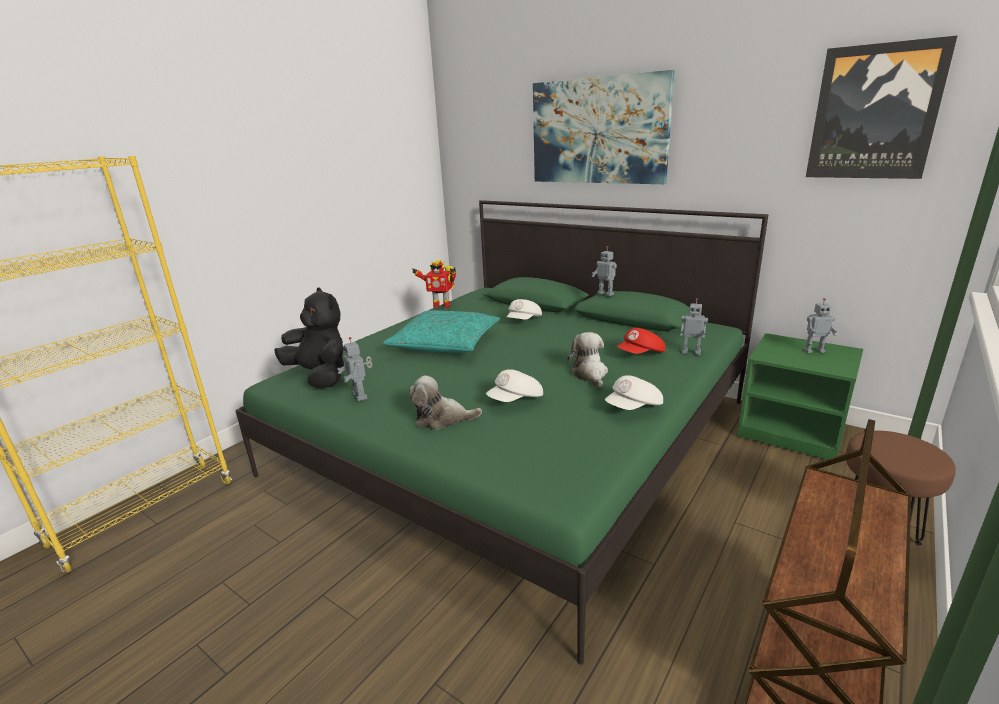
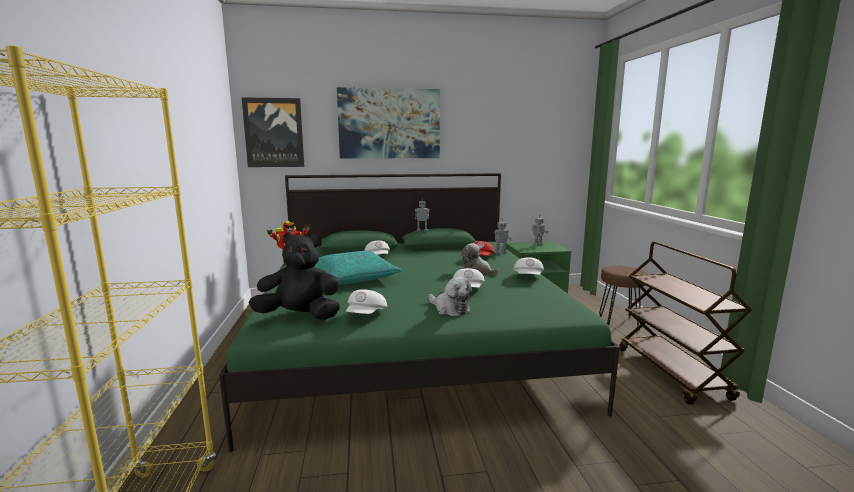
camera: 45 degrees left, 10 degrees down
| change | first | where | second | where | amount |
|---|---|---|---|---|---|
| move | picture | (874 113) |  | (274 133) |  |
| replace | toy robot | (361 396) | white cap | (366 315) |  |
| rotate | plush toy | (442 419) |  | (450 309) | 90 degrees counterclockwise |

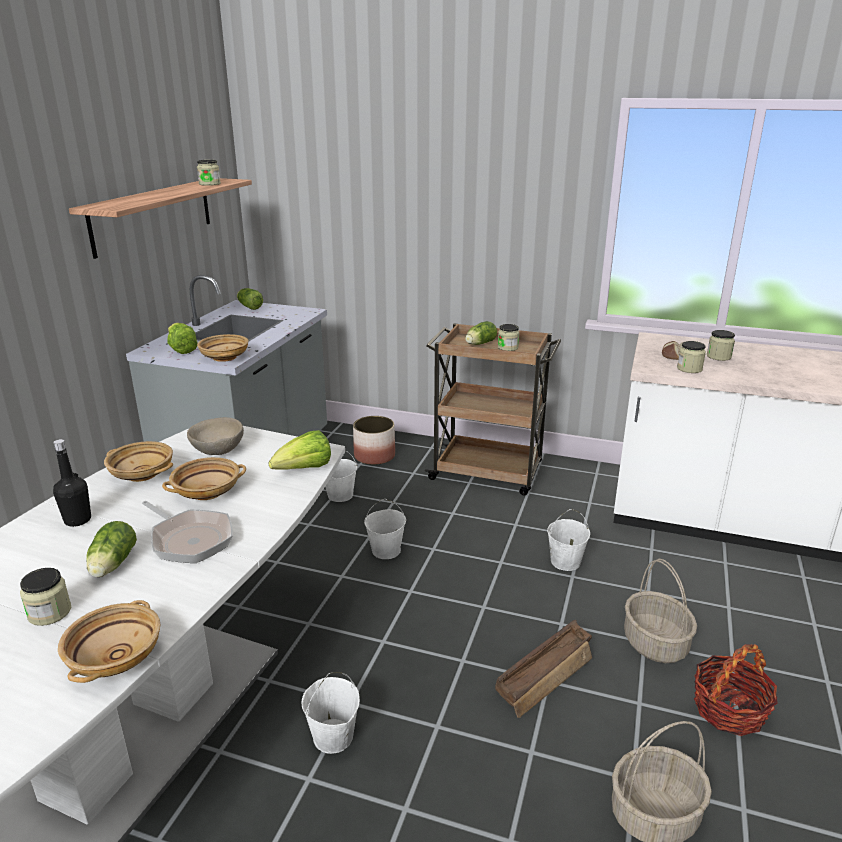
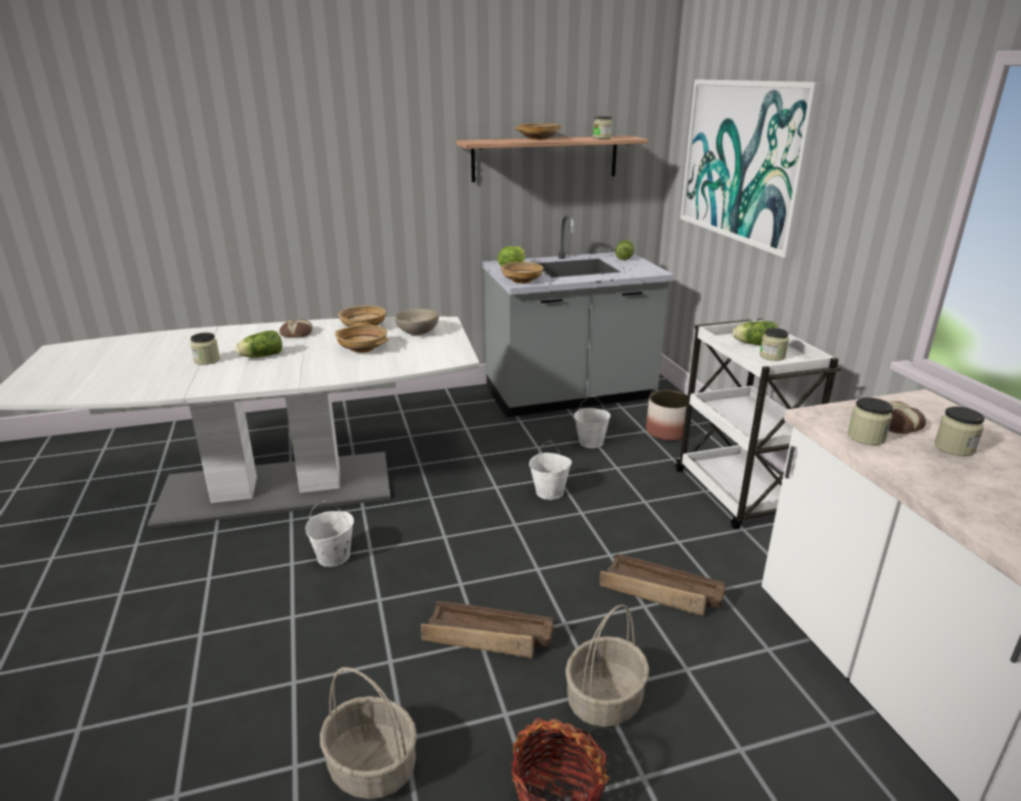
camera: 55 degrees right, 0 degrees up
| change | first | where | second | where | amount |
|---|---|---|---|---|---|
| replace | black bottle | (78 520) | bread | (297 333) |  |
| move | beige bowl | (115 657) |  | (538 139) |  |
| replace | white bucket | (565 561) | crate | (661 593) |  |
| recolor | brown cart | (488 473) | white cart | (737 494) |  |
| insert |  |  | picture | (744 161) |  |
| delete | frying pan | (189 539) |  |  |  |
| delete | lettuce | (304 470) |  |  |  |

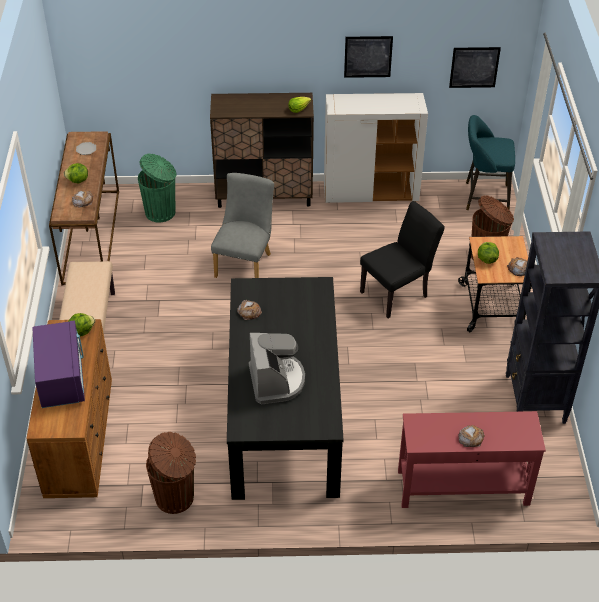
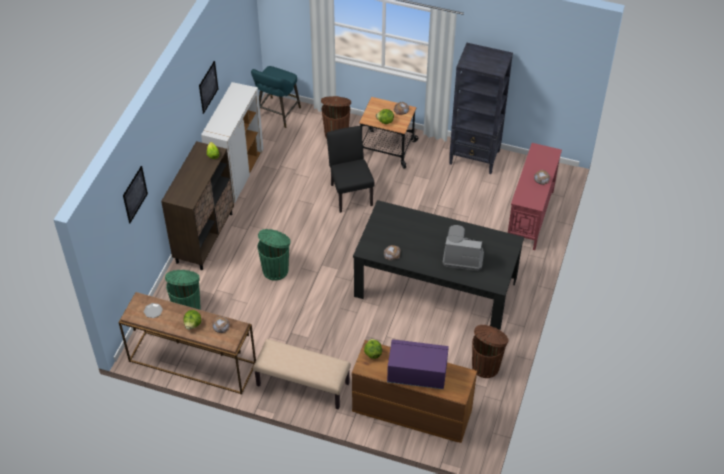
camera: 70 degrees left, 5 degrees up
| change | first | where | second | where | amount |
|---|---|---|---|---|---|
| move | picture | (474 67) |  | (135 194) |  |
| replace | grey chair | (245 263) | green trash can | (276 269) |  |

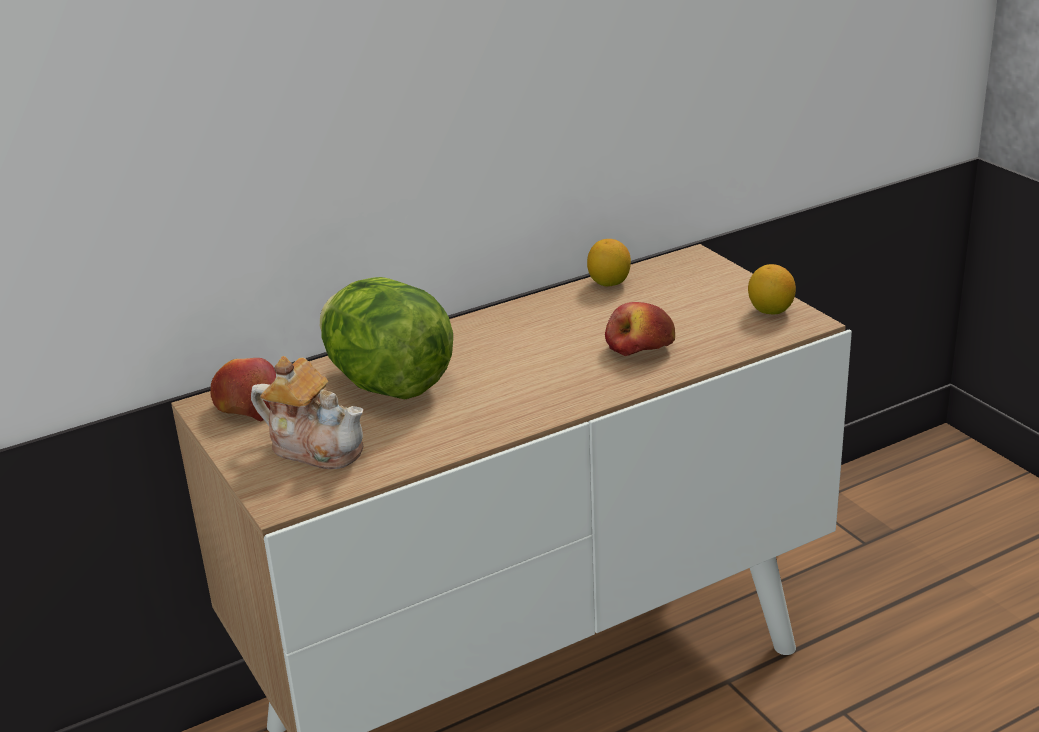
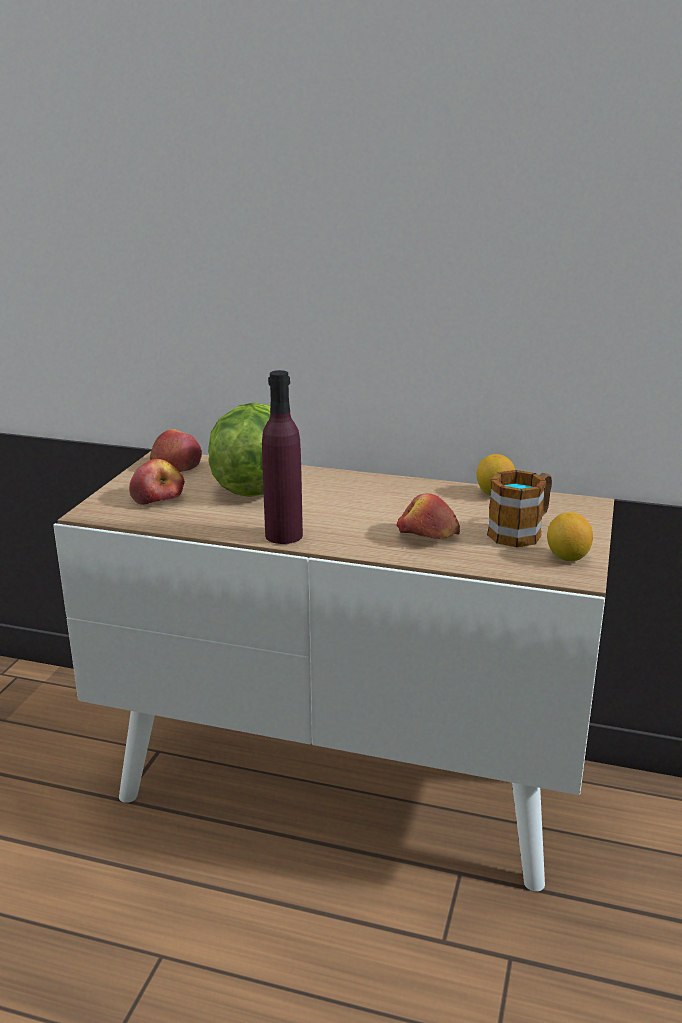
camera: 45 degrees right, 5 degrees down
| change | first | where | second | where | amount |
|---|---|---|---|---|---|
| replace | teapot | (316 447) | apple | (157 497) |  |
| insert |  |  | purple bottle | (284 535) |  |
| insert |  |  | mug | (521 531) |  |

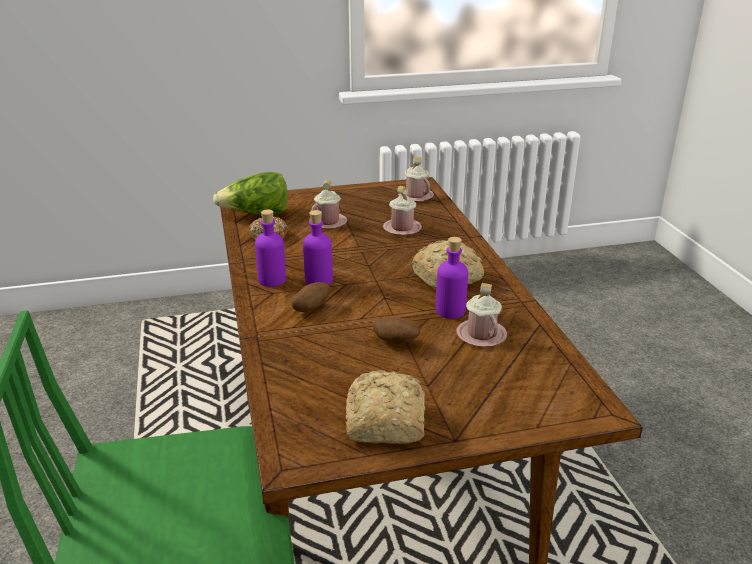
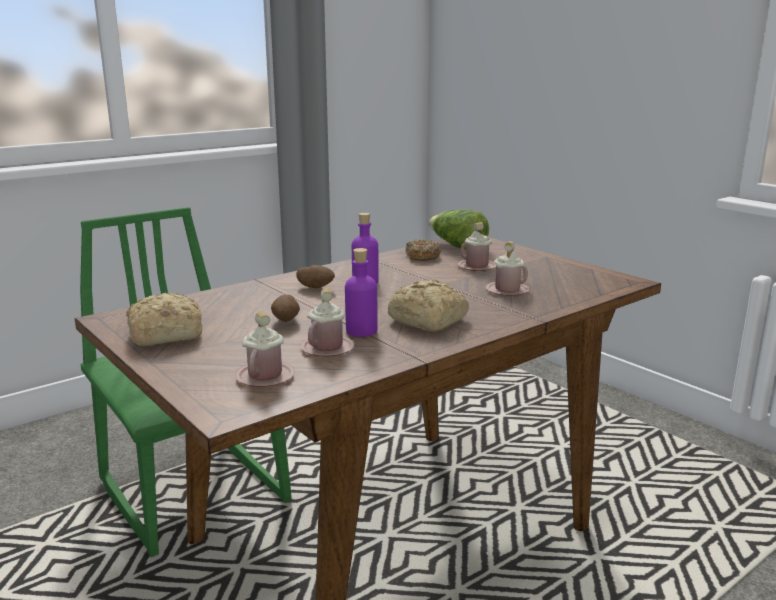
camera: 65 degrees right, 10 degrees down
| change | first | where | second | where | amount |
|---|---|---|---|---|---|
| move | pink mug | (416 196) |  | (265 377) |  |
| delete | purple bottle | (272 280) |  |  |  |

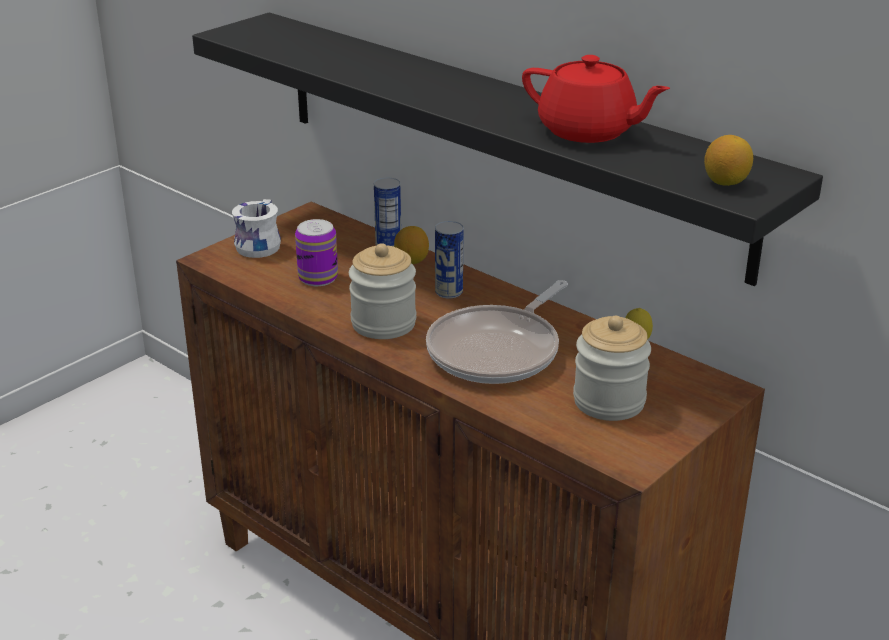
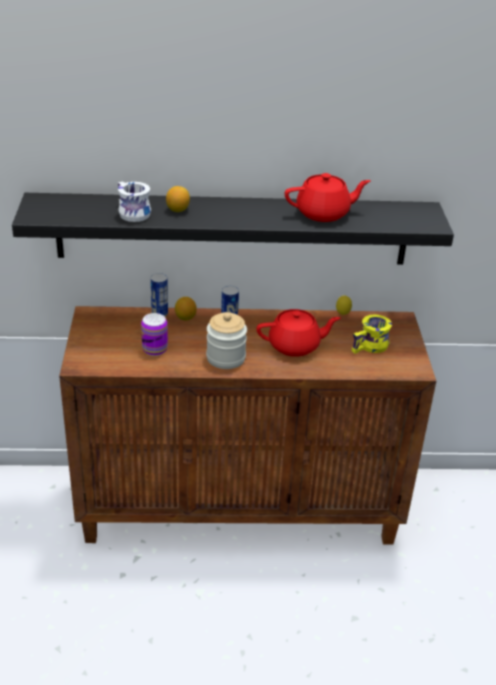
camera: 45 degrees left, 5 degrees up
| change | first | where | second | where | amount |
|---|---|---|---|---|---|
| move | white mug | (256 244) |  | (130 213) |  |
| move | lemon | (725 182) |  | (177 210) |  |
| replace | frying pan | (498 351) | red teapot | (295 346) |  |
| replace | jar | (609 401) | yellow mug | (371 347) |  |

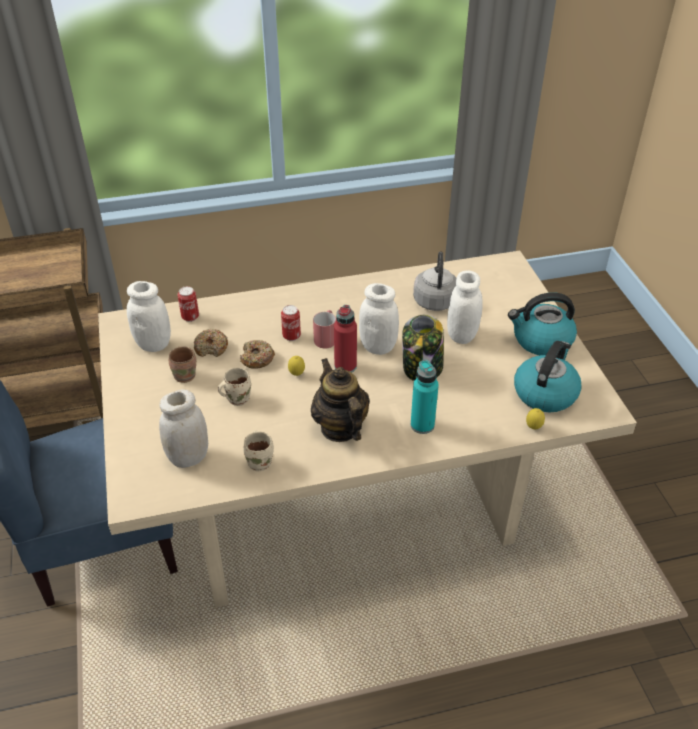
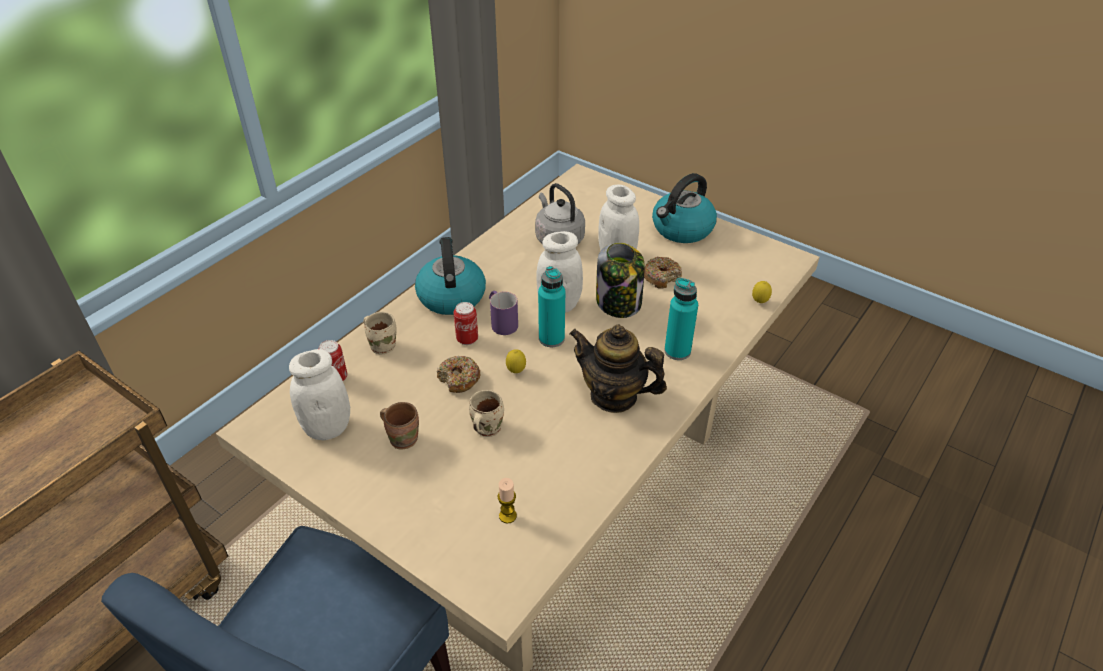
camera: 40 degrees left, 0 degrees up
| change | first | where | second | where | amount |
|---|---|---|---|---|---|
| move | beige mug | (261 462) |  | (383 345) |  |
| move | kettle | (545 392) |  | (451 296) |  |
| recolor | red mug | (326 337) | purple mug | (501 322) |  |
| replace | white jar | (188 457) | candle | (507 516) |  |
| recolor | red bottle | (345 366) | turquoise bottle | (551 338) |  |
| move | donut | (211 348) |  | (661 277) |  |

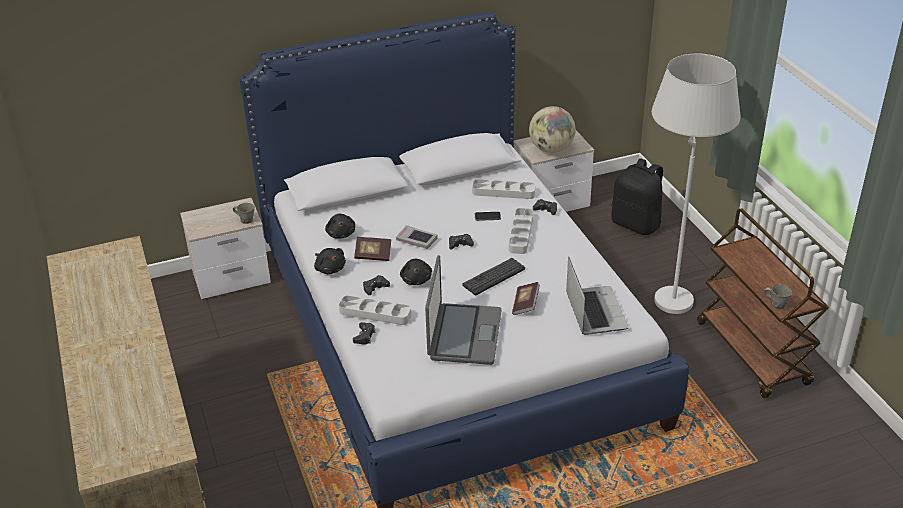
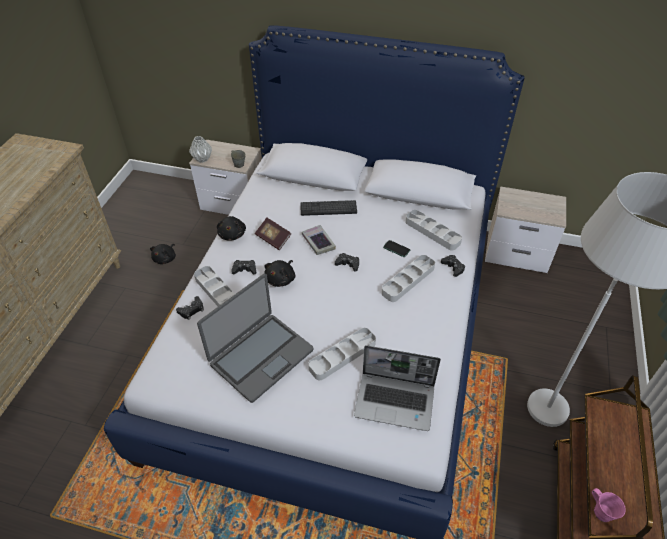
camera: 35 degrees right, 10 degrees up
| change | first | where | second | where | amount |
|---|---|---|---|---|---|
| move | black plush toy | (341 234) |  | (165 258) |  |
| insert |  |  | grey vase | (202 159) |  |
| move | keyboard | (494 277) |  | (328 208) |  |
| replace | book | (525 305) | grey tray | (342 356) |  |
| rotate | laptop | (594 311) |  | (395 401) | 75 degrees clockwise |
| recolor | grey mug | (776 304) | pink mug | (602 511) |  |
| delete | globe | (551 149) |  |  |  |
| delete | black backpack | (637 224) |  |  |  |

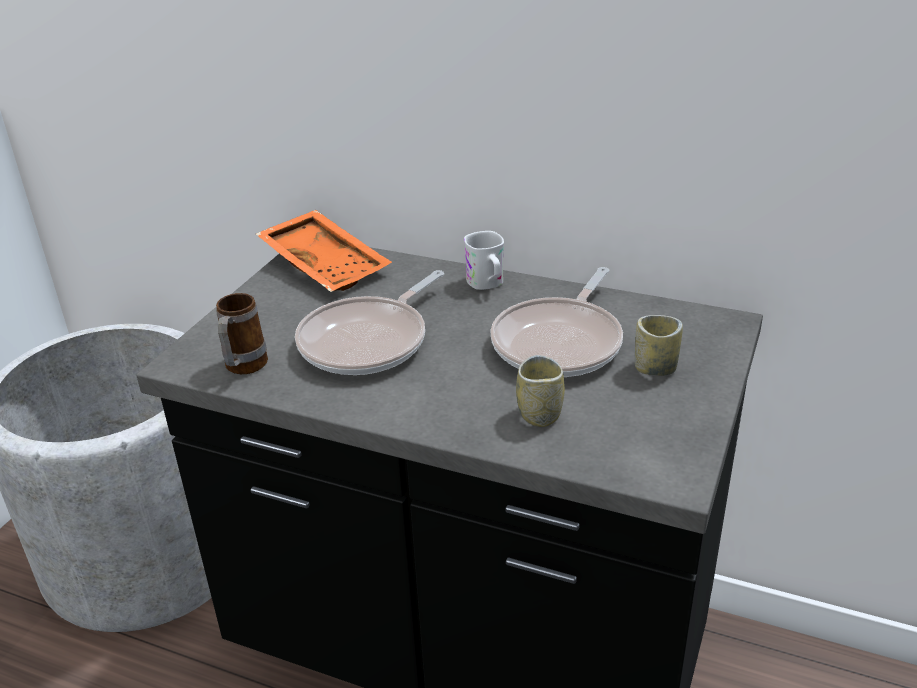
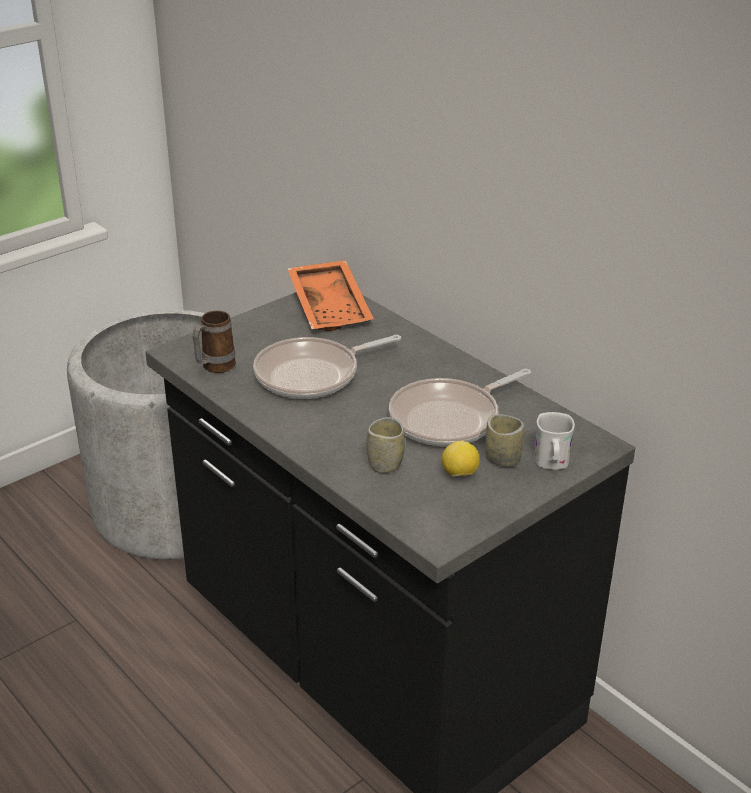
camera: 25 degrees right, 0 degrees up
| change | first | where | second | where | amount |
|---|---|---|---|---|---|
| insert |  |  | lemon | (459 474) |  |
| move | white mug | (487 284) |  | (551 464) |  |

